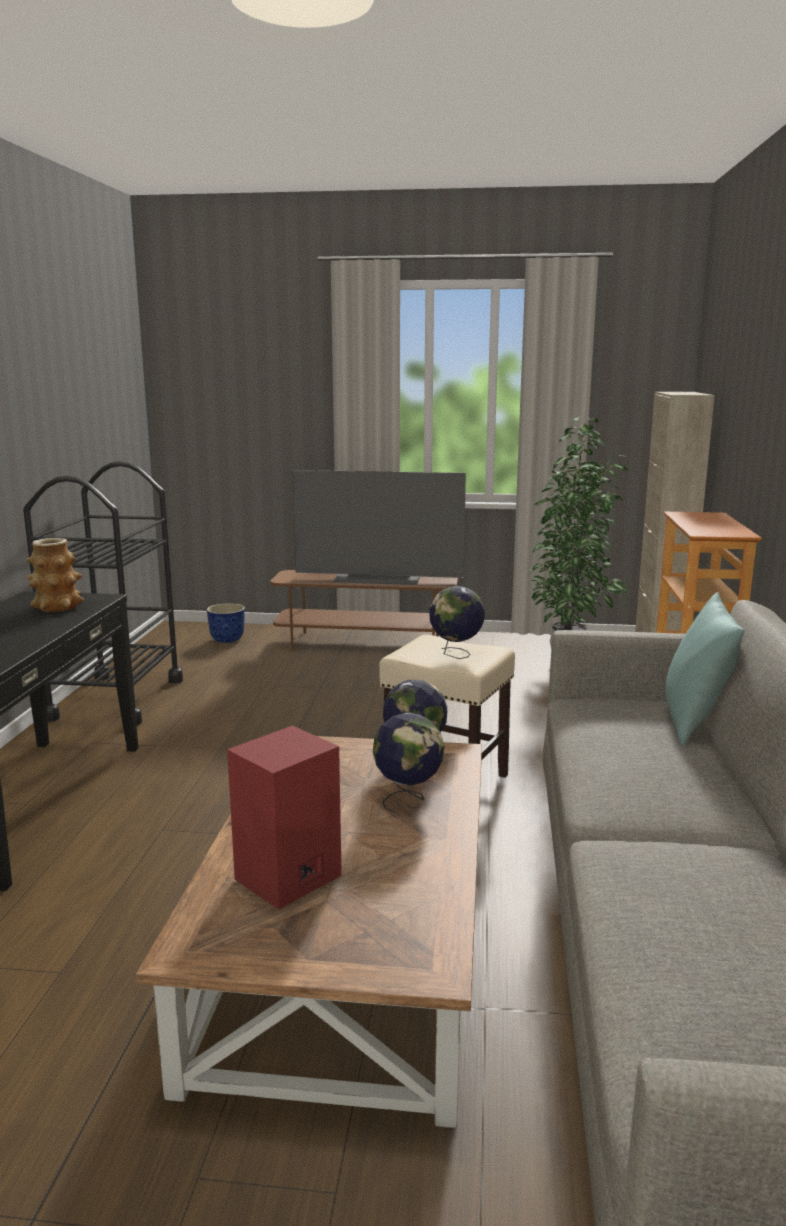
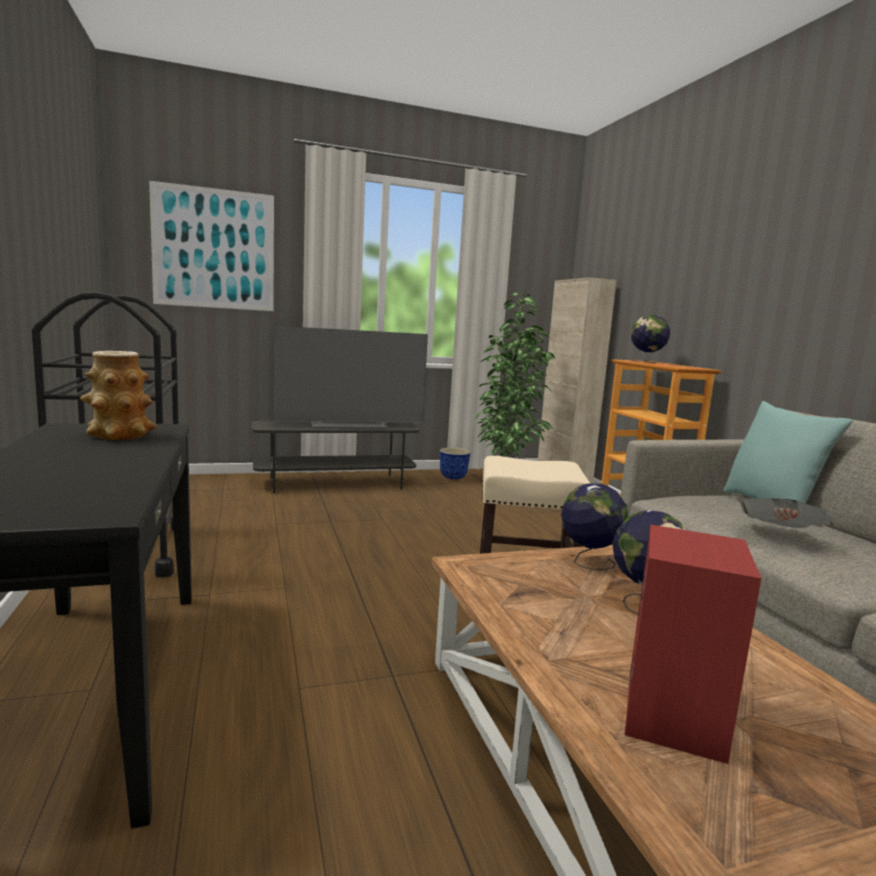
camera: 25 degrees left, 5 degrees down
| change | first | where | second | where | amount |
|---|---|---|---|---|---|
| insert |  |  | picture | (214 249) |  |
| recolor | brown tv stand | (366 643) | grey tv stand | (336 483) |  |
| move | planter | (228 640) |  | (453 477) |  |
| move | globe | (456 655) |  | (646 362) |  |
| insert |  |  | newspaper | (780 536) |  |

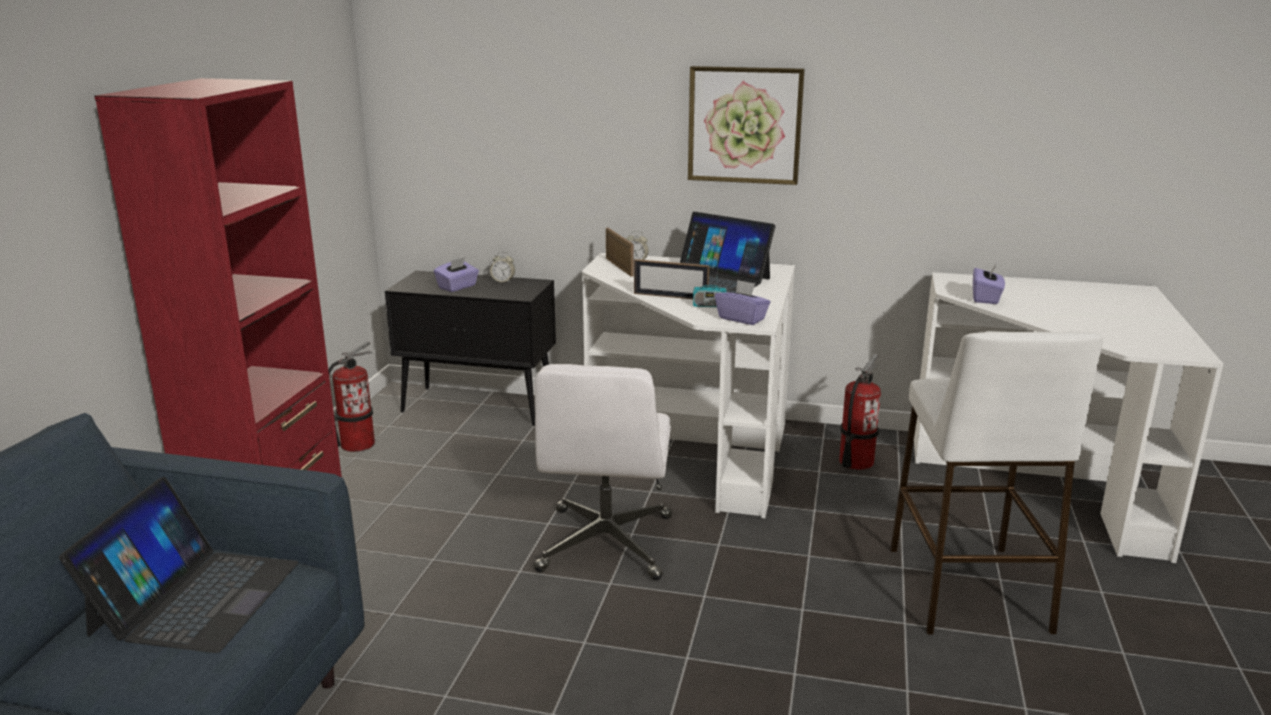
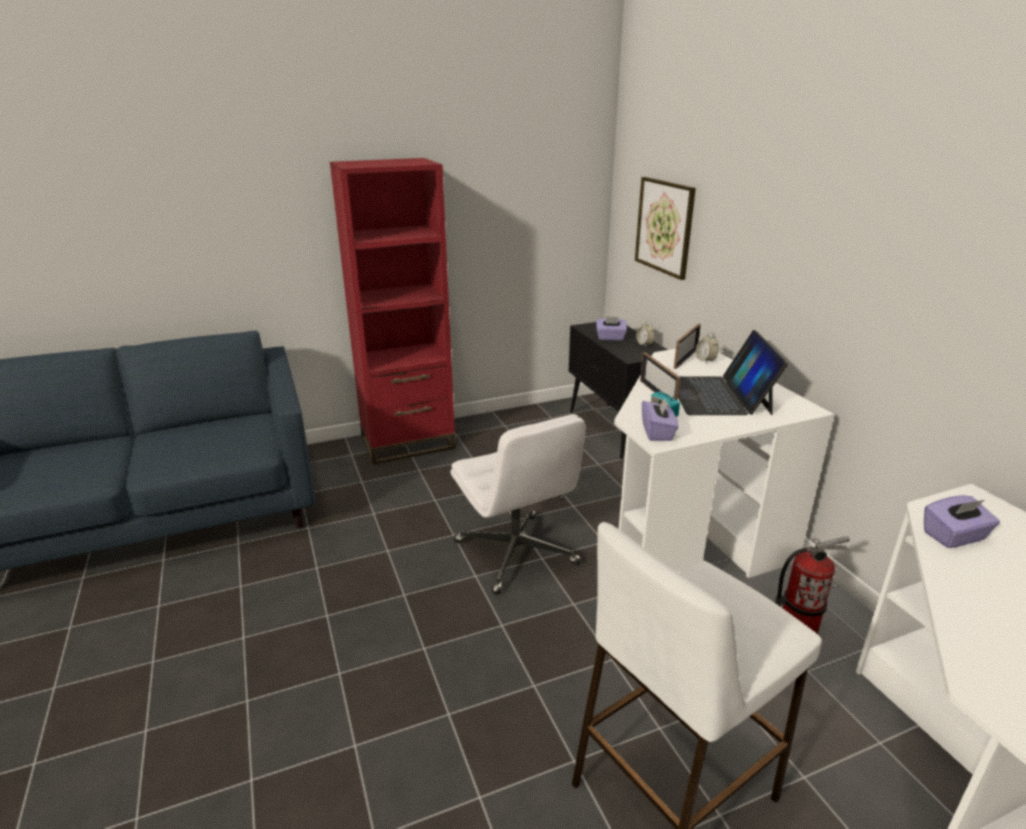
camera: 55 degrees right, 5 degrees up
| change | first | where | second | where | amount |
|---|---|---|---|---|---|
| rotate | white office chair | (606 545) |  | (516 553) | 90 degrees counterclockwise |
| move | picture | (744 125) |  | (664 226) |  |
| delete | laptop | (195 597) |  |  |  |
| delete | fire extinguisher | (357 444) |  |  |  |

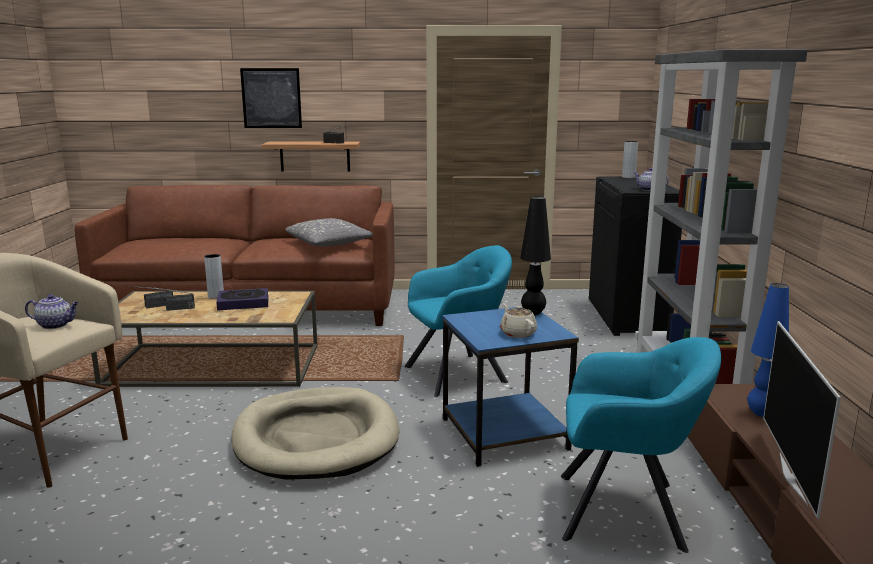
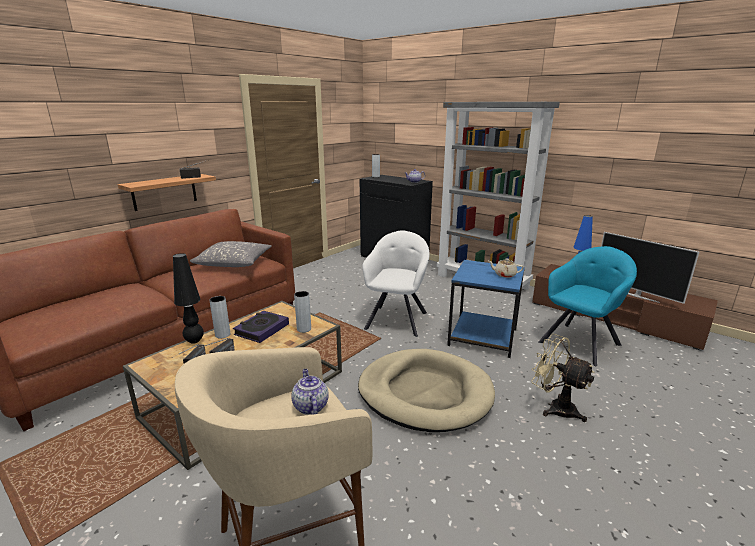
camera: 50 degrees left, 5 degrees up
| change | first | where | second | where | amount |
|---|---|---|---|---|---|
| move | black table lamp | (532 313) |  | (194 341) |  |
| rotate | teapot | (56 325) |  | (310 406) | 60 degrees counterclockwise |
| insert |  |  | grey vase | (304 329) |  |
| recolor | turquoise armchair | (459 373) | white armchair | (397 319) |  |
| insert |  |  | beige fan | (555 407) |  |
| delete | picture | (271 98) |  |  |  |

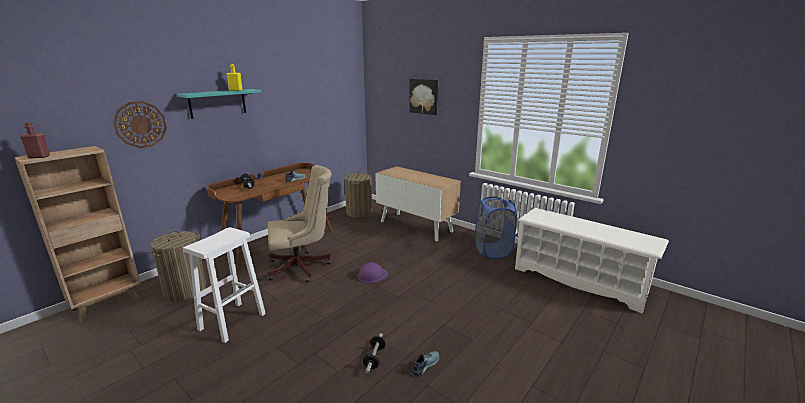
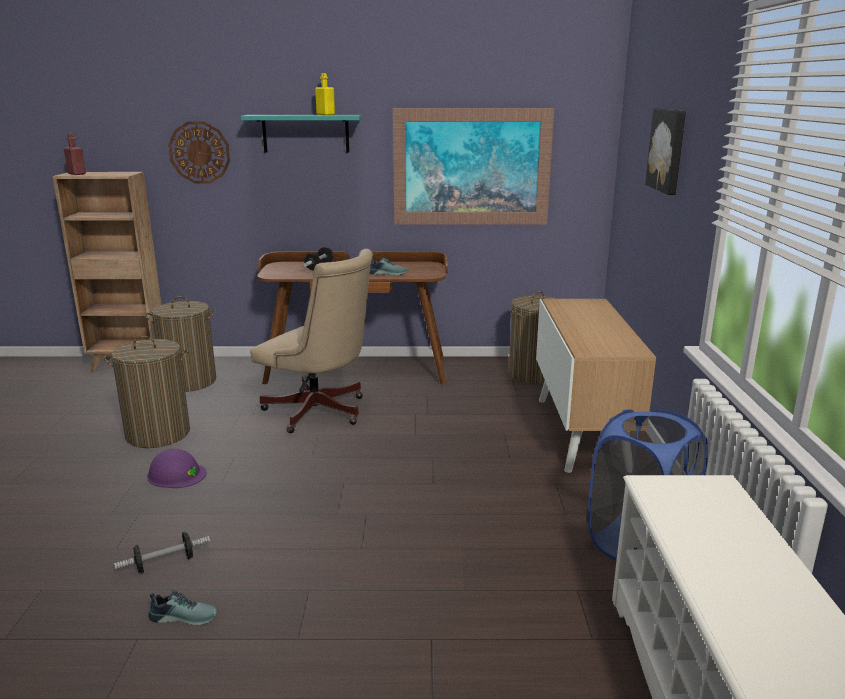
camera: 50 degrees right, 0 degrees up
| change | first | where | second | where | amount |
|---|---|---|---|---|---|
| replace | white stool | (233 321) | laundry basket | (158 434) |  |
| move | purple hard hat | (372 275) |  | (176 474) |  |
| insert |  |  | picture | (471 167) |  |

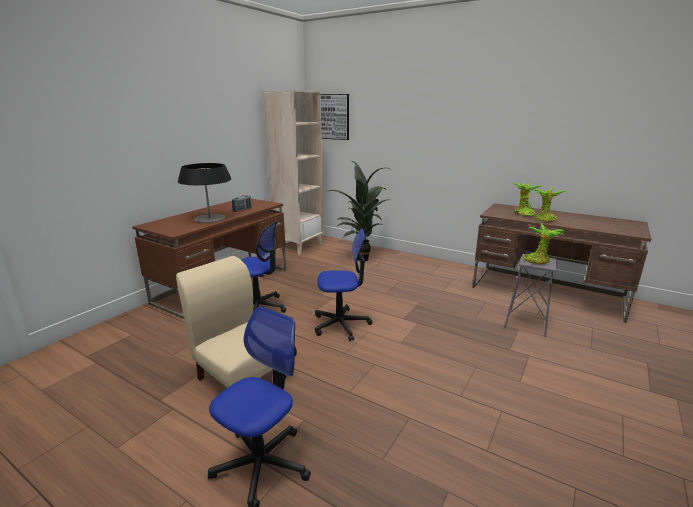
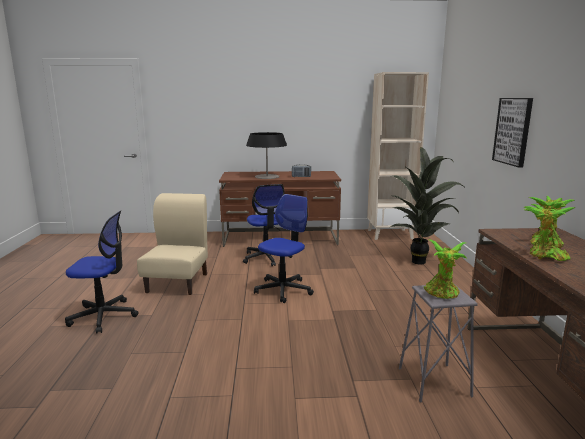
camera: 55 degrees right, 5 degrees down
| change | first | where | second | where | amount |
|---|---|---|---|---|---|
| rotate | office chair | (341 324) |  | (283 290) | 105 degrees counterclockwise |
| move | picture | (334 117) |  | (513 131) |  |

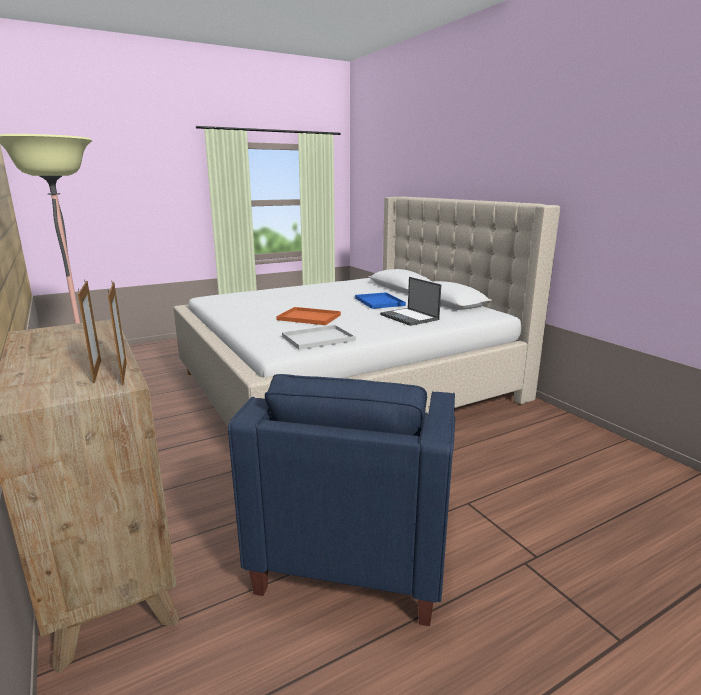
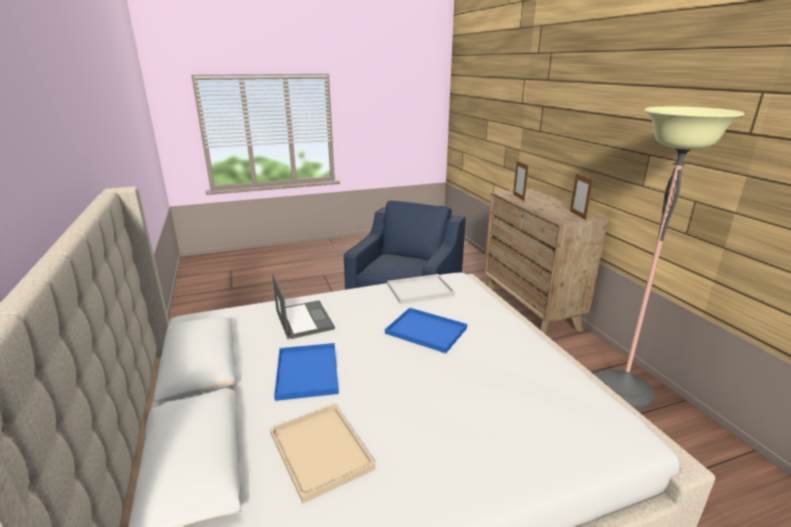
camera: 170 degrees left, 5 degrees up
| change | first | where | second | where | amount |
|---|---|---|---|---|---|
| insert |  |  | beige tray | (322 451) |  |
| recolor | orange tray | (310 317) | blue tray | (424 330) |  |
| move | picture frame | (124 373) |  | (577 215) |  |

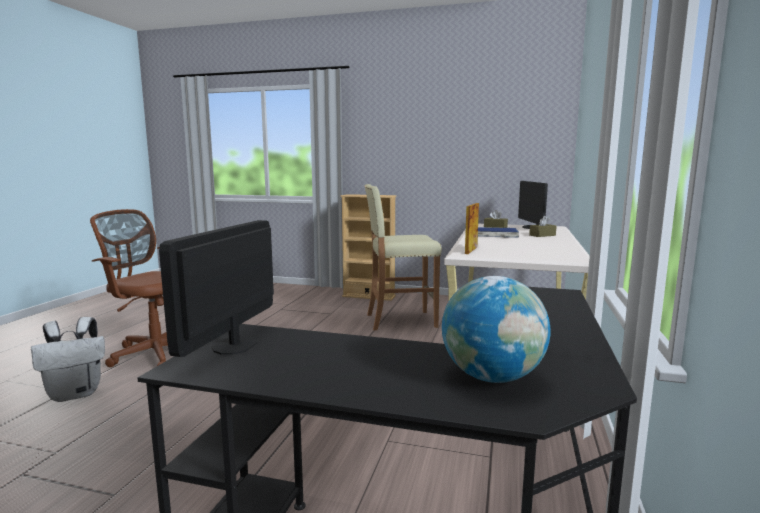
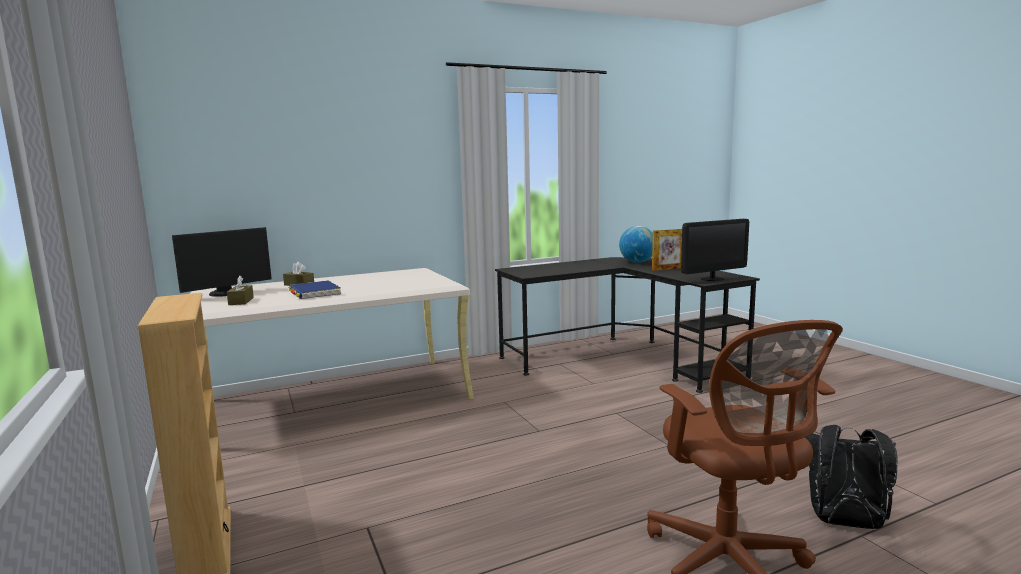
camera: 130 degrees left, 0 degrees up
| change | first | where | second | where | amount |
|---|---|---|---|---|---|
| move | picture frame | (471 250) |  | (668 269) |  |
| recolor | white backpack | (76 393) | black backpack | (844 523) |  |
| delete | beige stool | (400 320) |  |  |  |

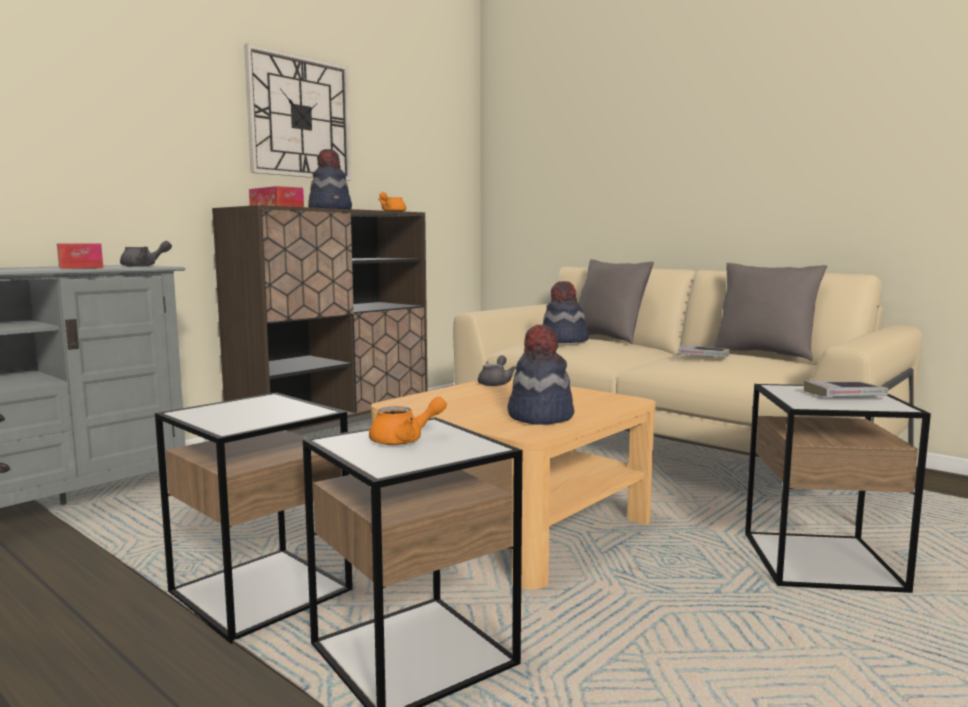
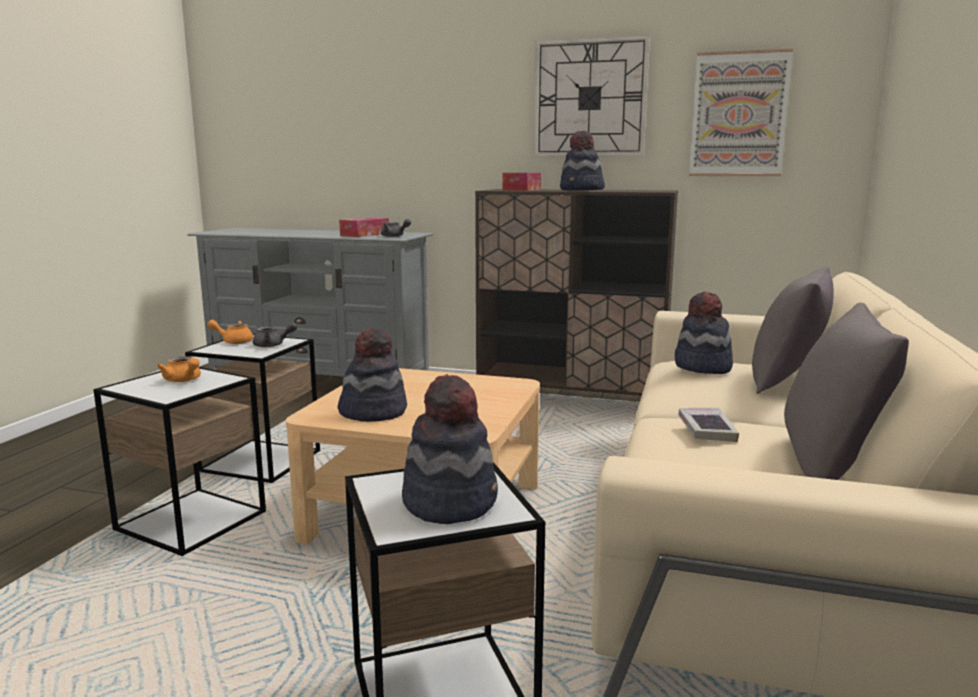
camera: 65 degrees right, 5 degrees up
| change | first | where | second | where | amount |
|---|---|---|---|---|---|
| move | orange teapot | (391 211) |  | (234 341) |  |
| move | grey teapot | (496 383) |  | (273 345) |  |
| replace | book | (844 395) | hat | (450 502) |  |
| insert |  |  | picture | (738 115) |  |

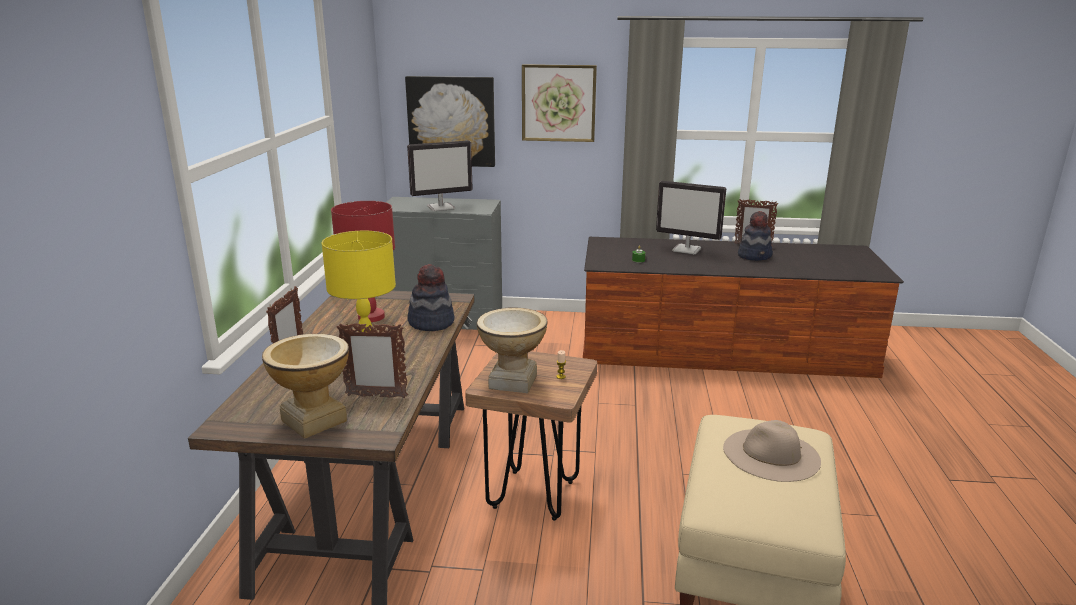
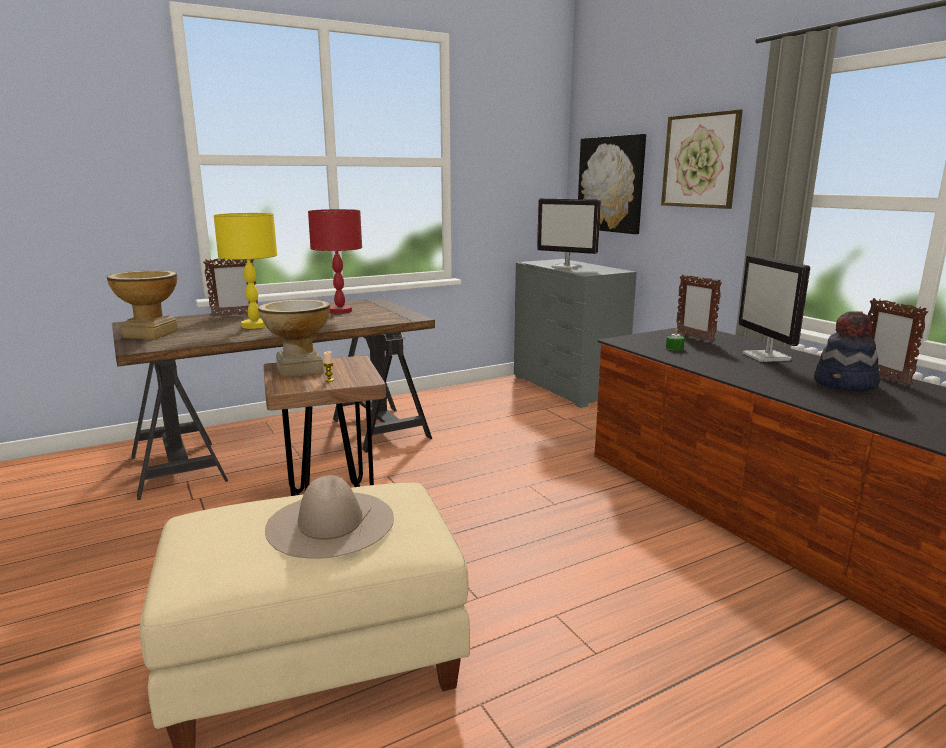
camera: 55 degrees right, 5 degrees down
| change | first | where | second | where | amount |
|---|---|---|---|---|---|
| move | picture frame | (376 396) |  | (694 337) |  |
| delete | hat | (431 322) |  |  |  |

